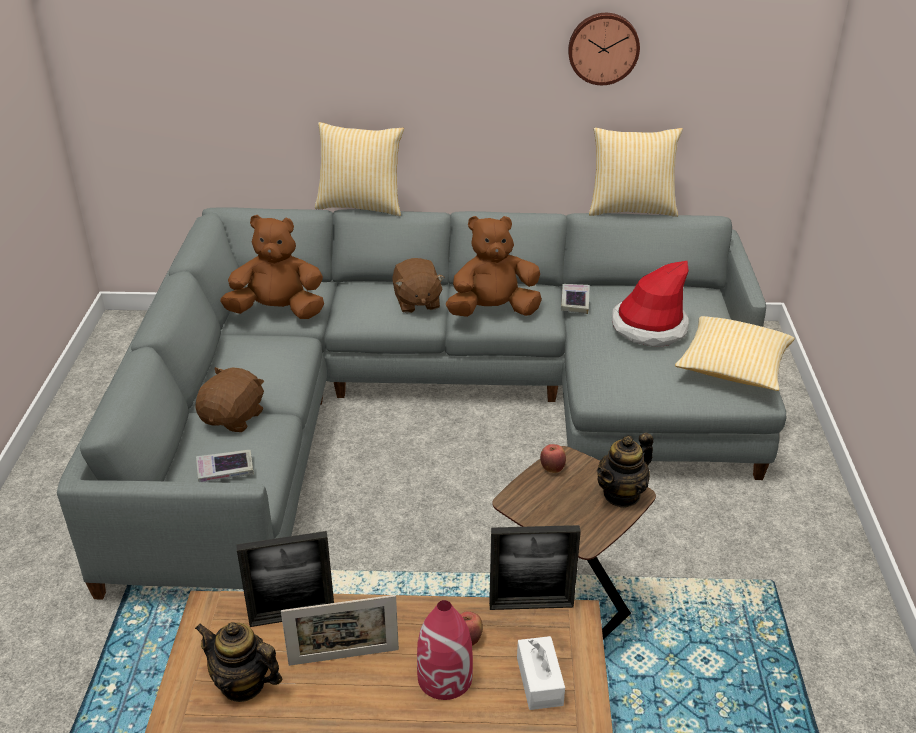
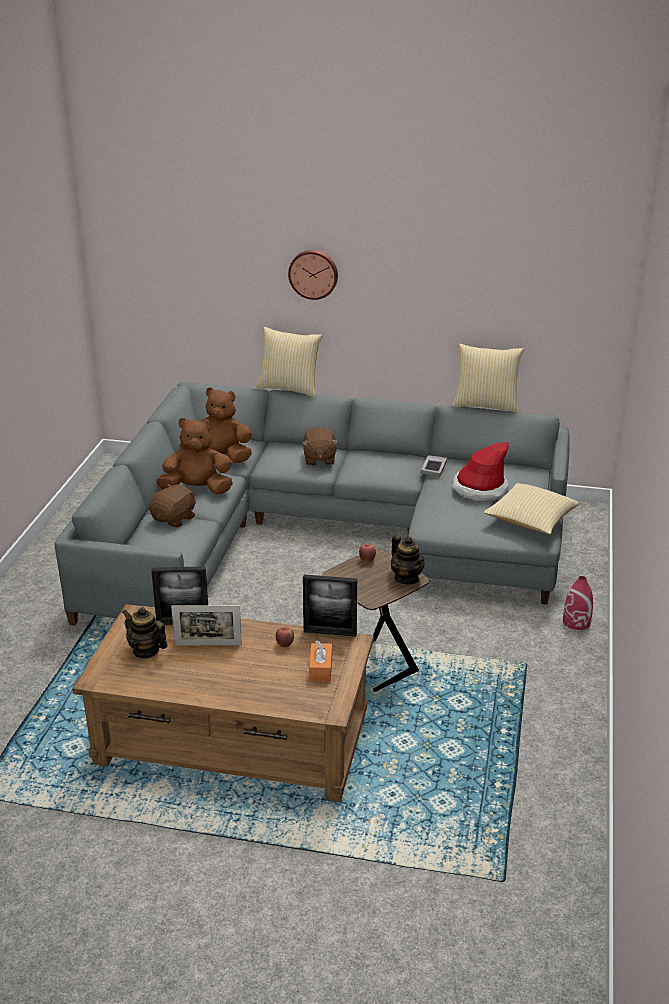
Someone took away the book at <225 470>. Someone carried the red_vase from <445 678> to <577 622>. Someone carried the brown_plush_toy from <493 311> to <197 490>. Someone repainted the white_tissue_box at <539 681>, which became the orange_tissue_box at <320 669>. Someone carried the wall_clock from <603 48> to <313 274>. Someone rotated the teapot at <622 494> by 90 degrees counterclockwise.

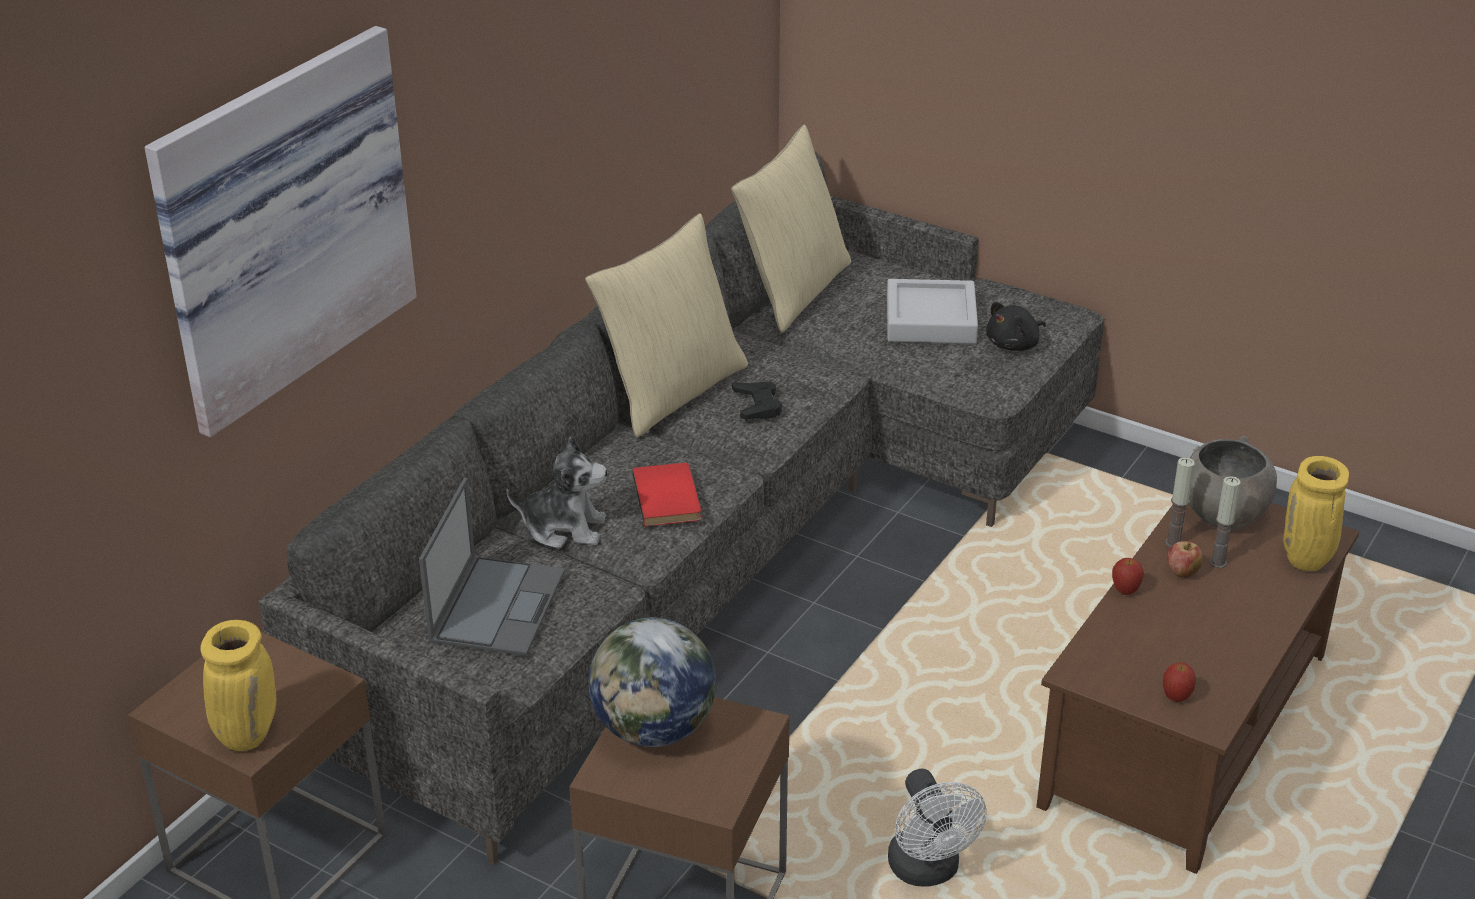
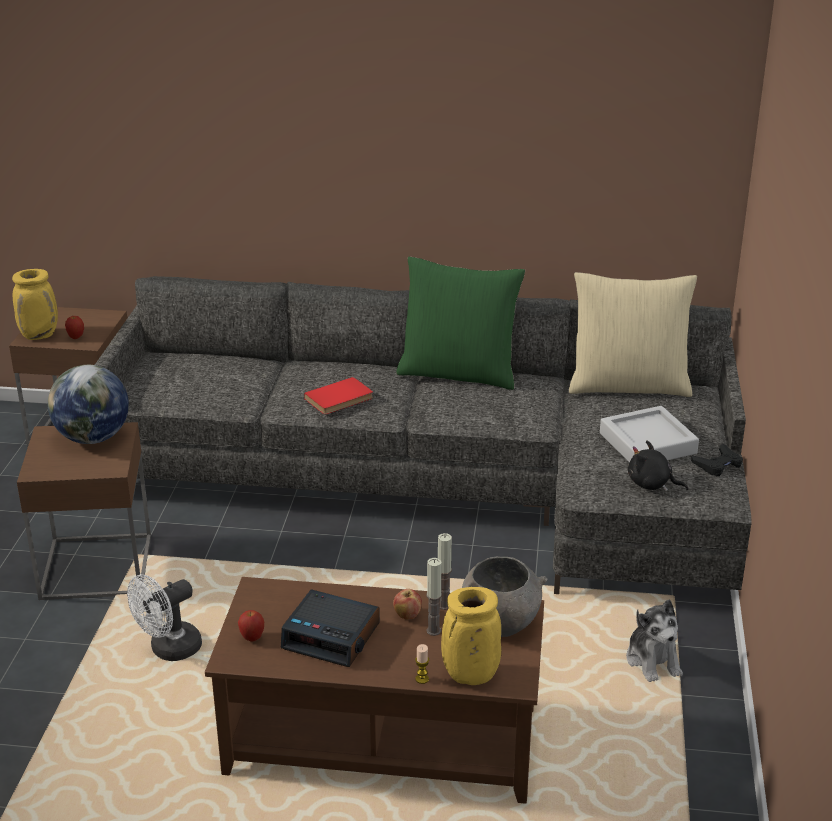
Someone took away the picture at <279 224>. Someone took away the laptop at <497 605>. Someone carried the plush_toy from <564 528> to <653 661>. Someone repainted the beige_pillow at <672 391>, which became the green_pillow at <459 373>. Someone carried the black_game_controller from <757 405> to <718 464>. Someone carried the apple from <1125 591> to <76 337>. Someone put down the alarm_clock at <332 636>. Someone put down the candle at <422 679>.

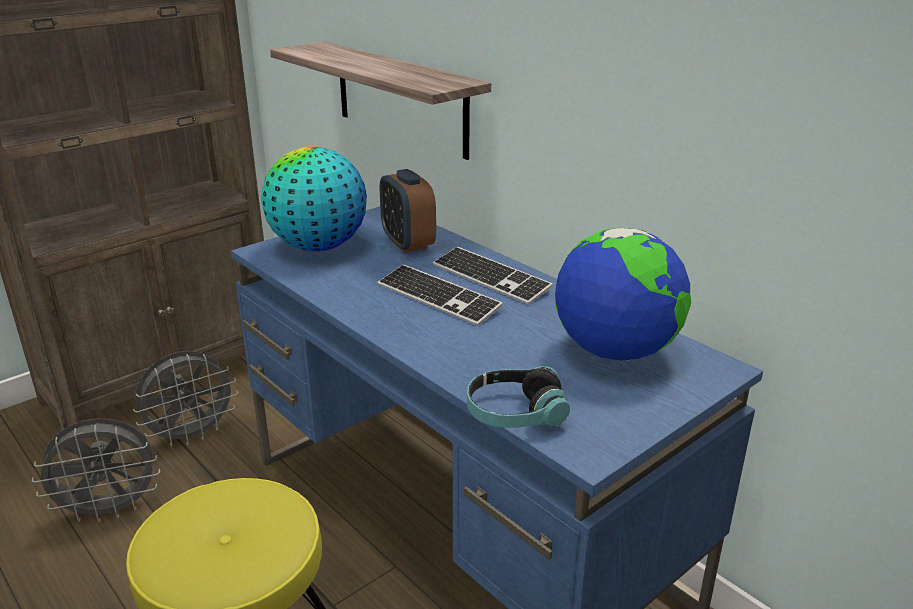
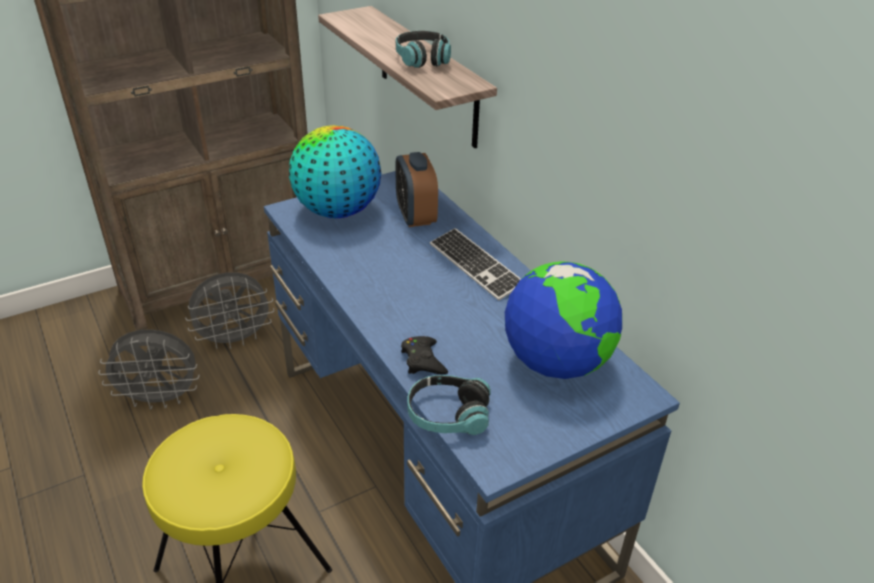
Someone took away the keyboard at <438 297>. Someone put down the headphones at <422 59>. Someone put down the black_game_controller at <423 360>.

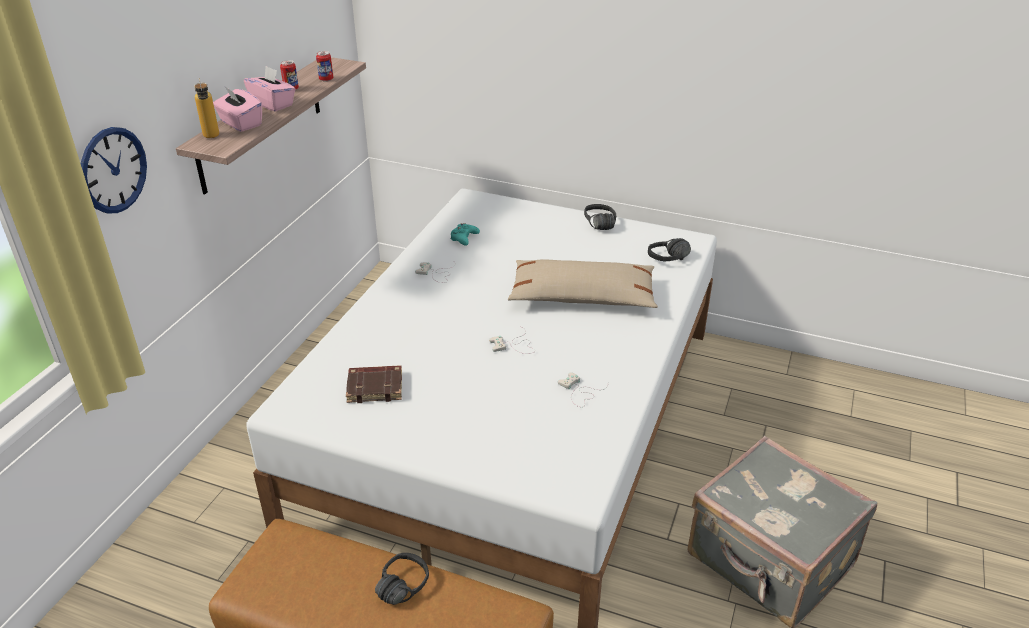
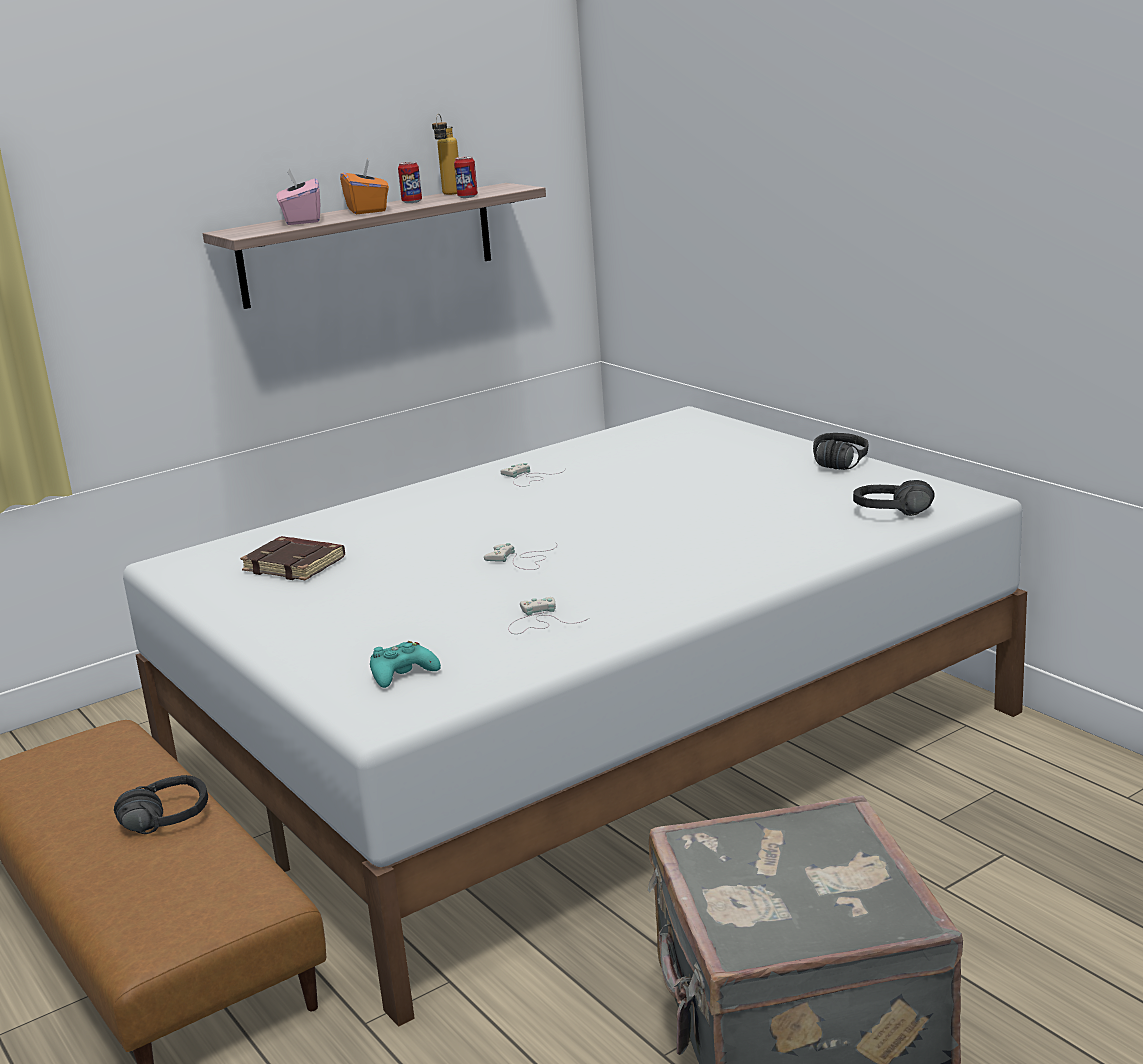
Someone took away the wall_clock at <113 170>. Someone carried the bottle from <212 138> to <449 194>. Someone repainted the pink_tissue_box at <273 104>, which became the orange_tissue_box at <367 210>. Someone carried the turquoise_game_controller from <464 238> to <402 674>. Someone took away the beige_pillow at <582 296>.

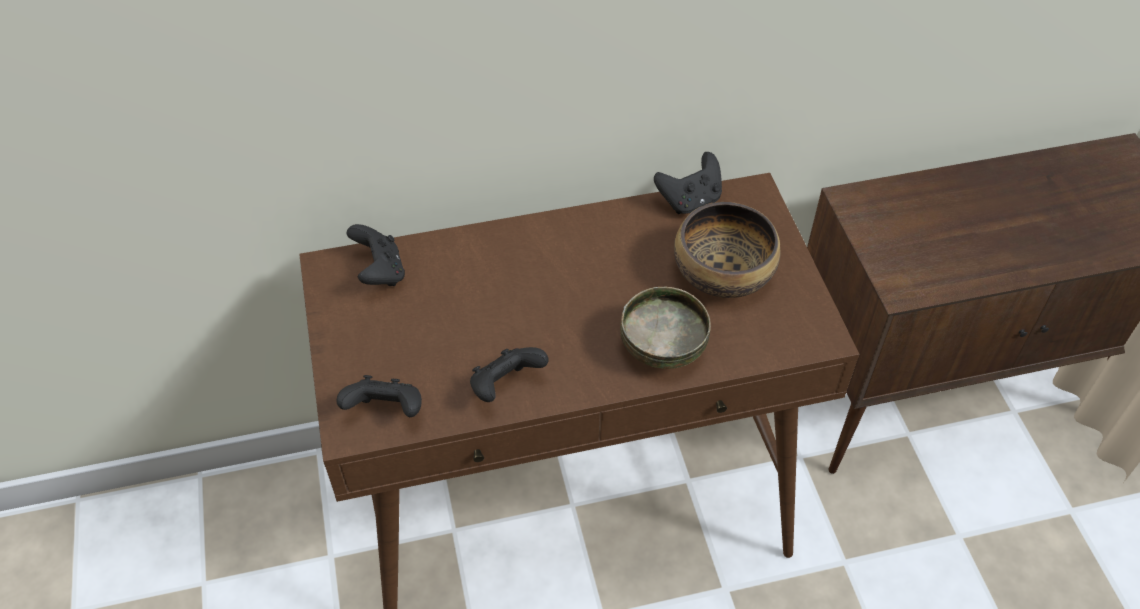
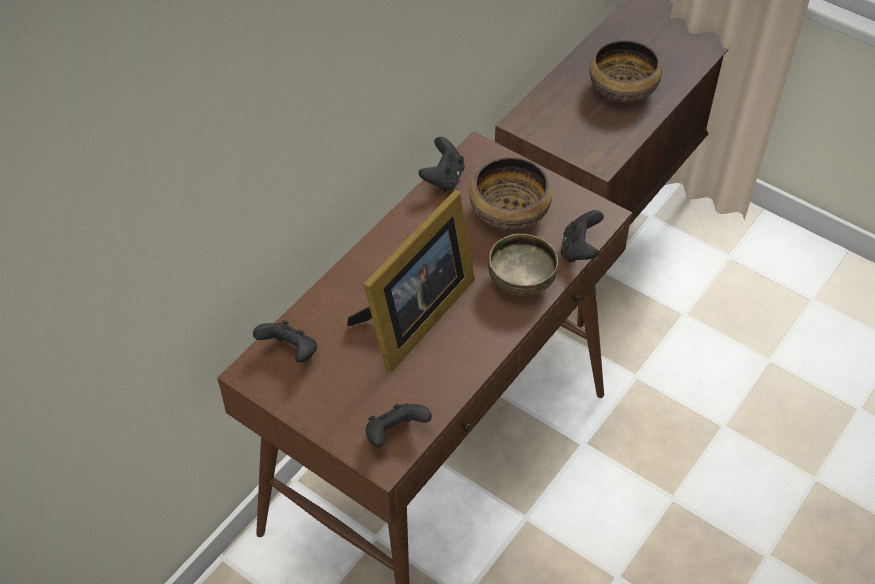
Someone carried the black_game_controller from <505 386> to <579 250>. Someone put down the picture_frame at <413 318>. Someone put down the bowl at <622 89>.

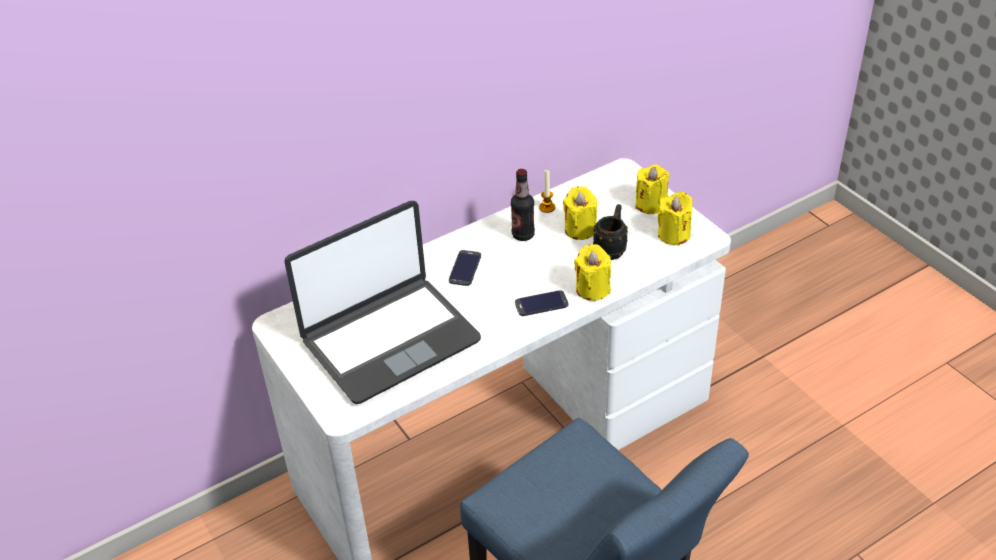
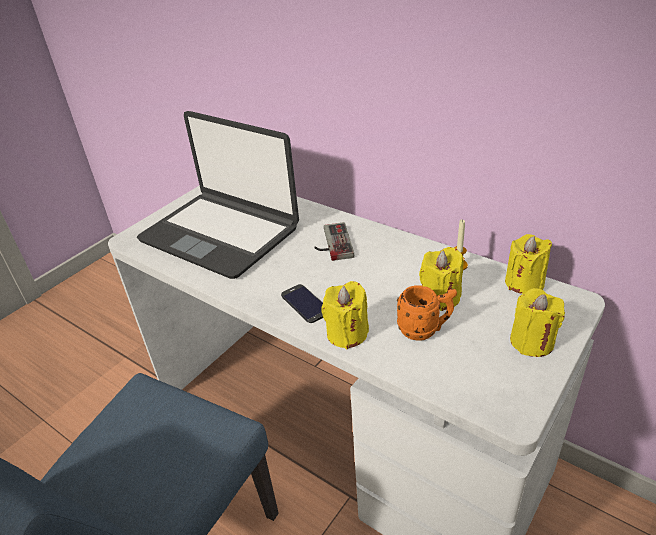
Someone swapped the phone at <465 268> for the game_controller at <331 244>. Someone took away the bottle at <523 235>. Someone repainted the black_mug at <611 248>, which became the orange_mug at <425 330>. Someone carried the yellow_candle from <673 235> to <524 283>.

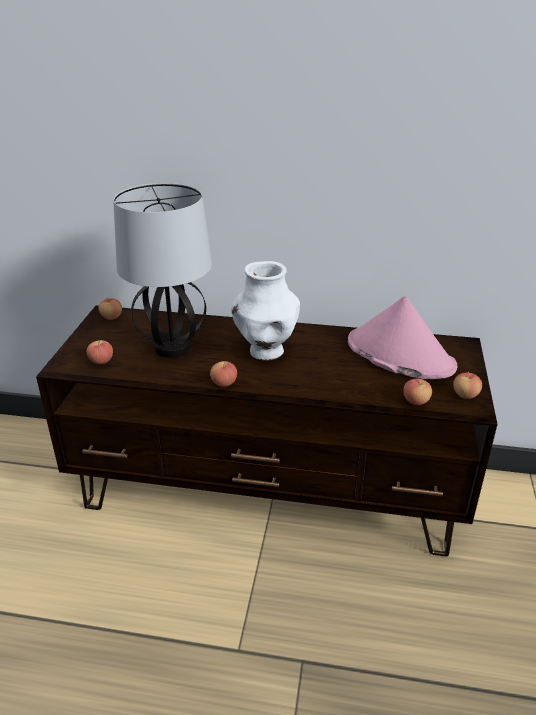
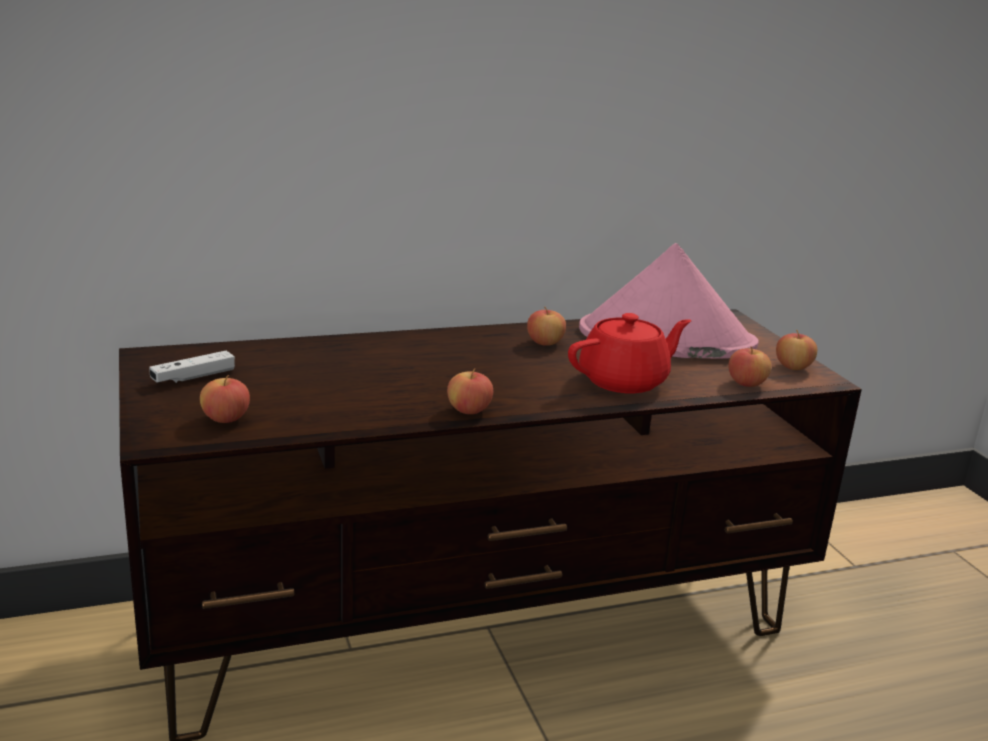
Someone carried the apple from <111 317> to <545 342>. Someone took away the table_lamp at <172 348>. Someone took away the white_vase at <266 352>. Someone put down the white_game_controller at <193 377>. Someone put down the red_teapot at <625 381>.

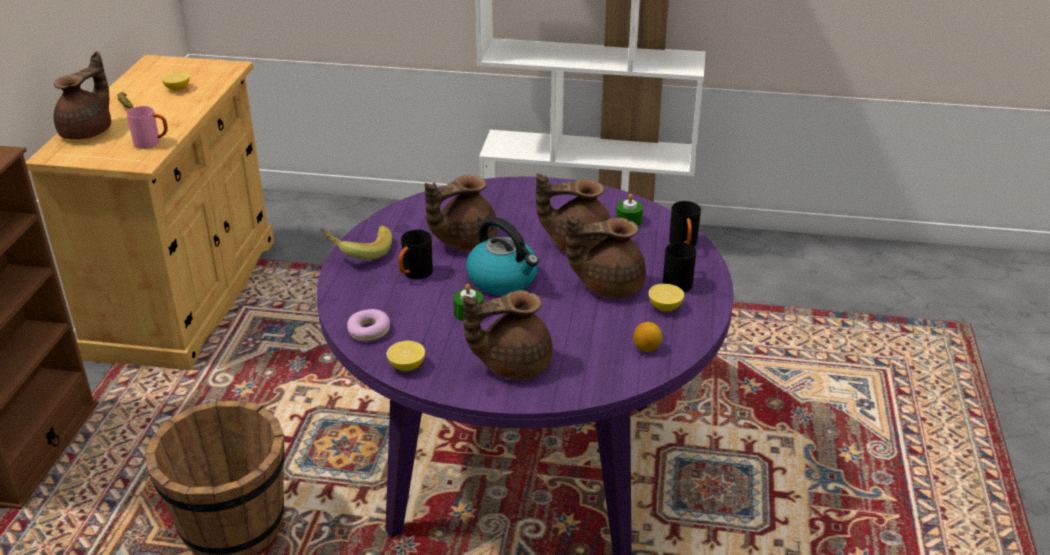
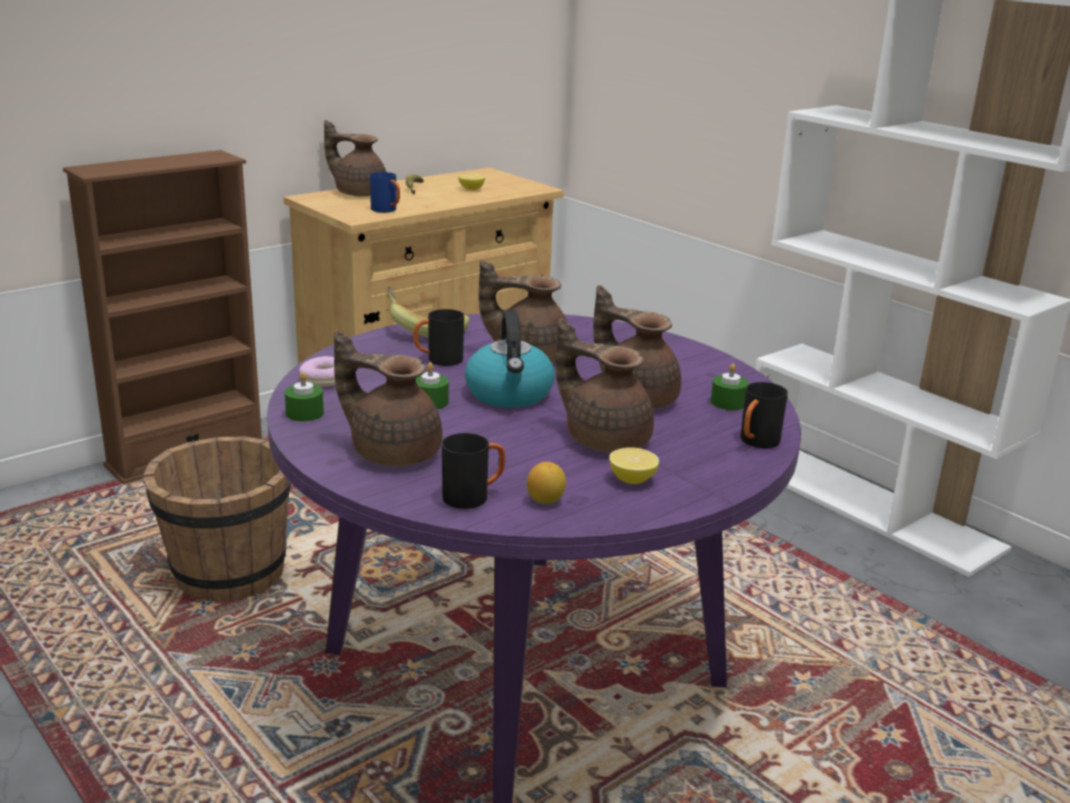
Someone rotated the brown_teapot at <89 131> by 135 degrees counterclockwise. Someone repainted the pink_mug at <152 143>, which became the blue_mug at <387 210>. Someone swapped the lemon at <406 366> for the green_candle at <304 413>. Someone carried the black_mug from <679 281> to <473 497>.

